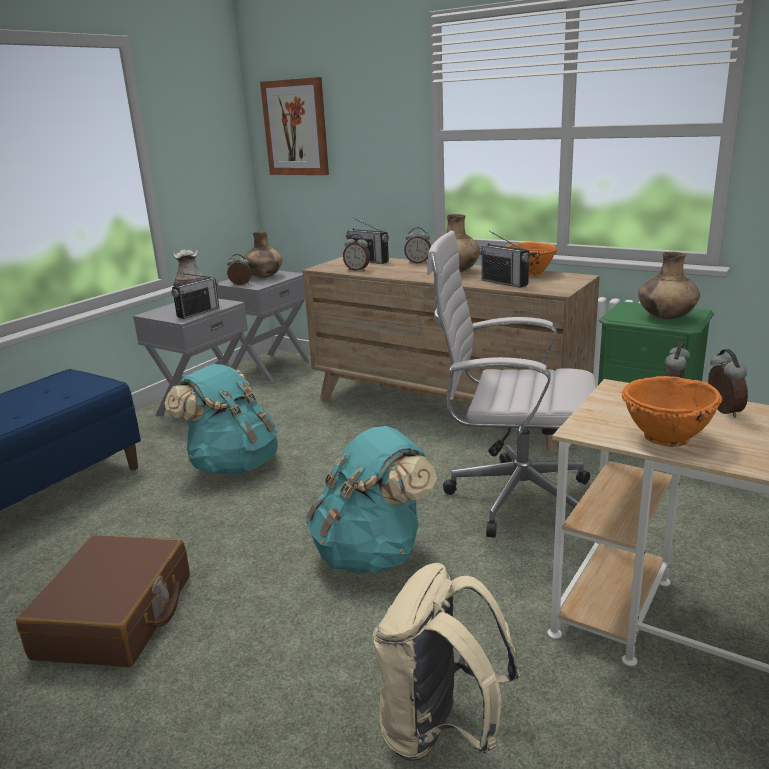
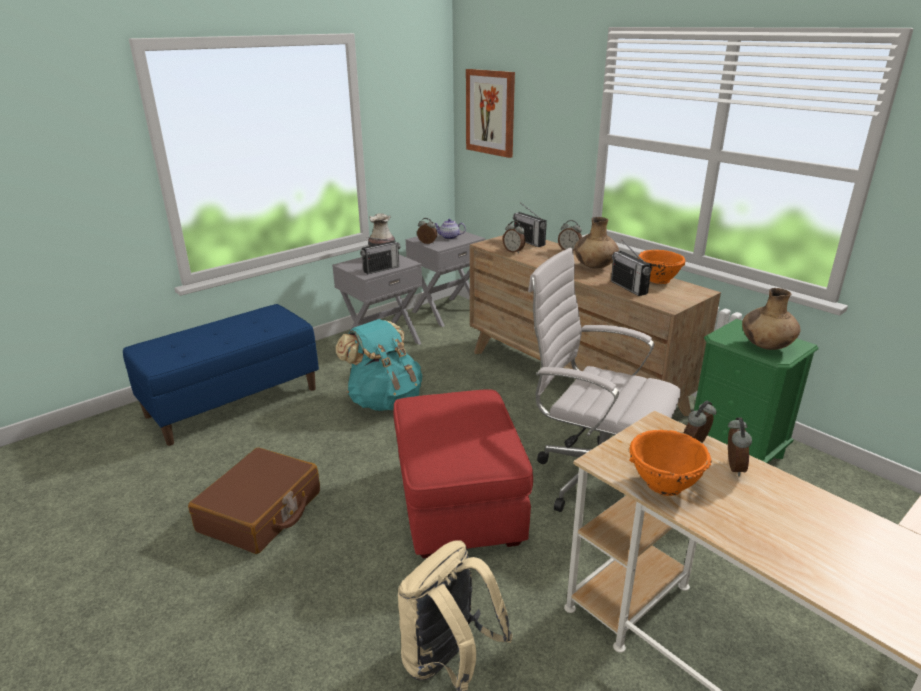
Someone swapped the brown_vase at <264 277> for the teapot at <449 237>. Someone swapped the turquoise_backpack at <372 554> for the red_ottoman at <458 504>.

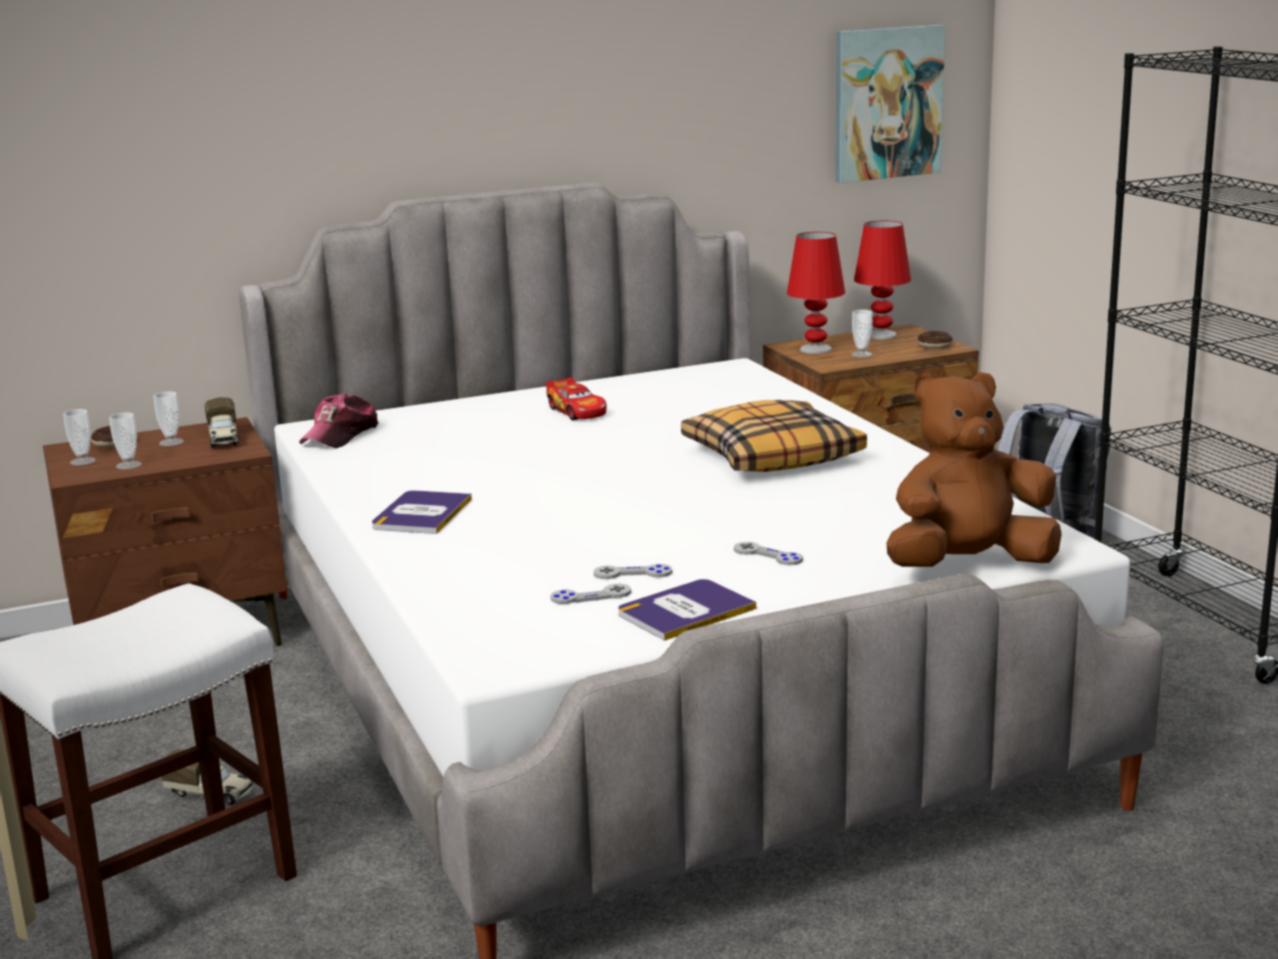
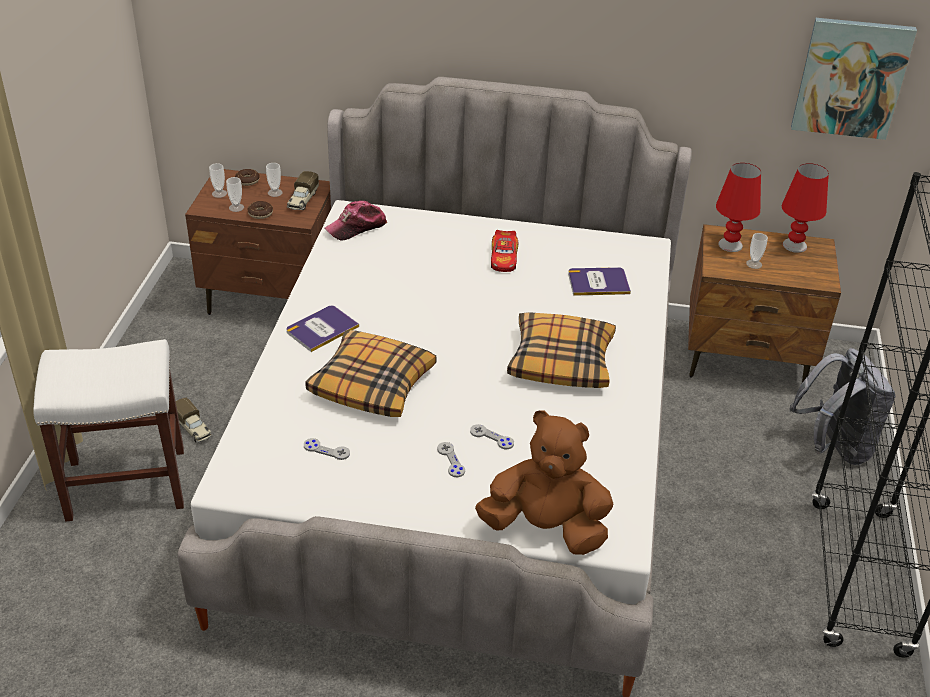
Someone carried the grey_game_controller from <633 574> to <491 438>. Someone carried the book from <685 611> to <598 282>. Someone carried the donut from <935 346> to <260 213>. Someone put down the pillow at <372 384>.

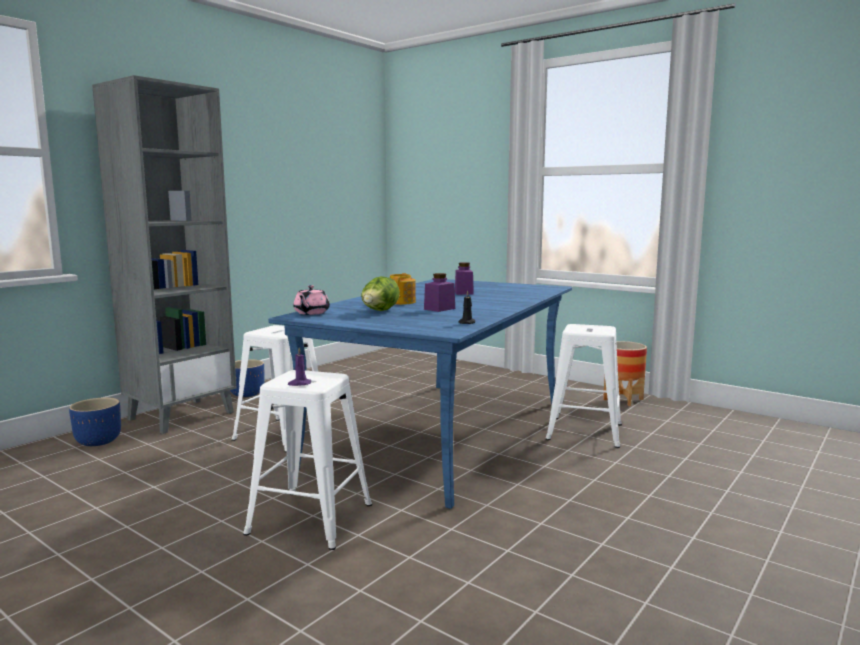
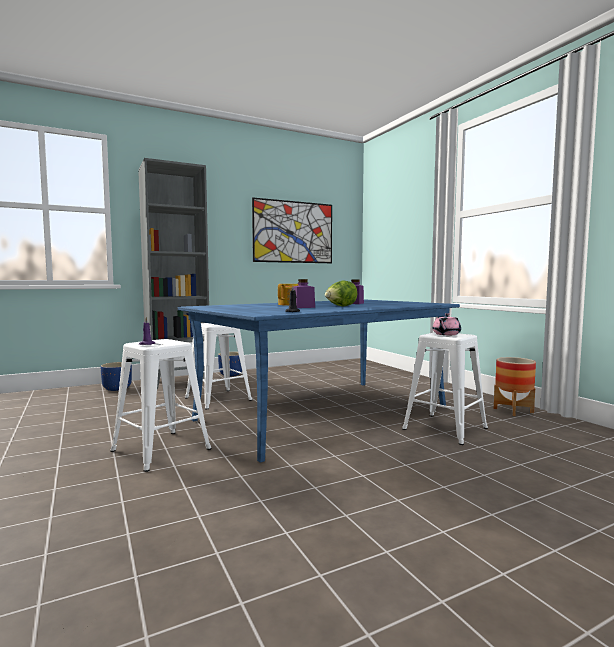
Someone carried the pink_teapot from <311 313> to <446 334>. Someone carried the lettuce from <379 311> to <340 306>. Someone put up the picture at <293 232>.

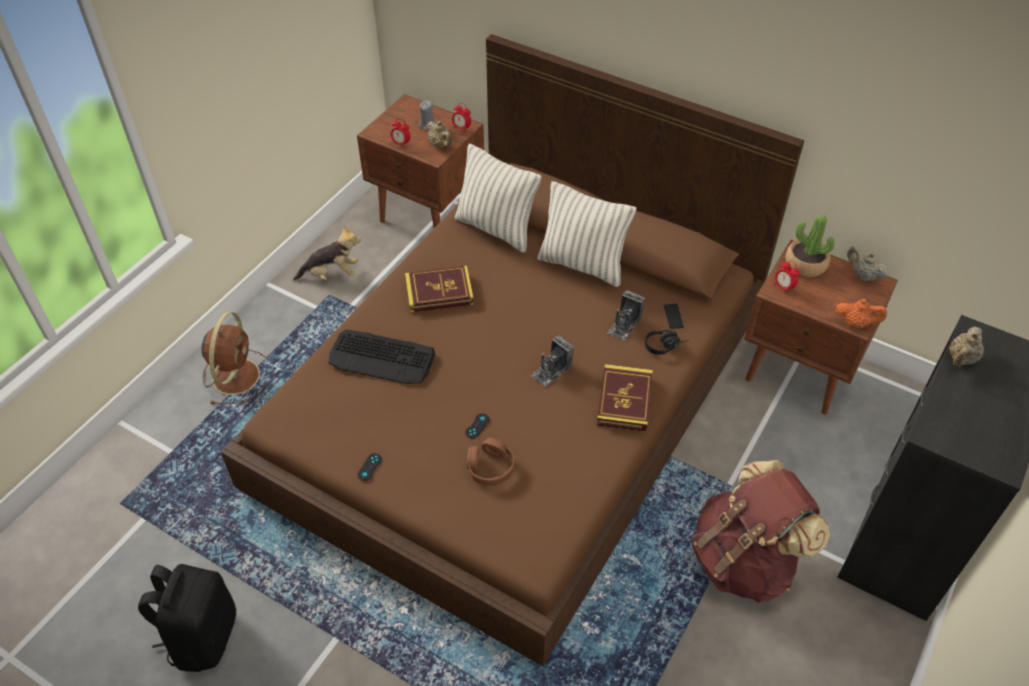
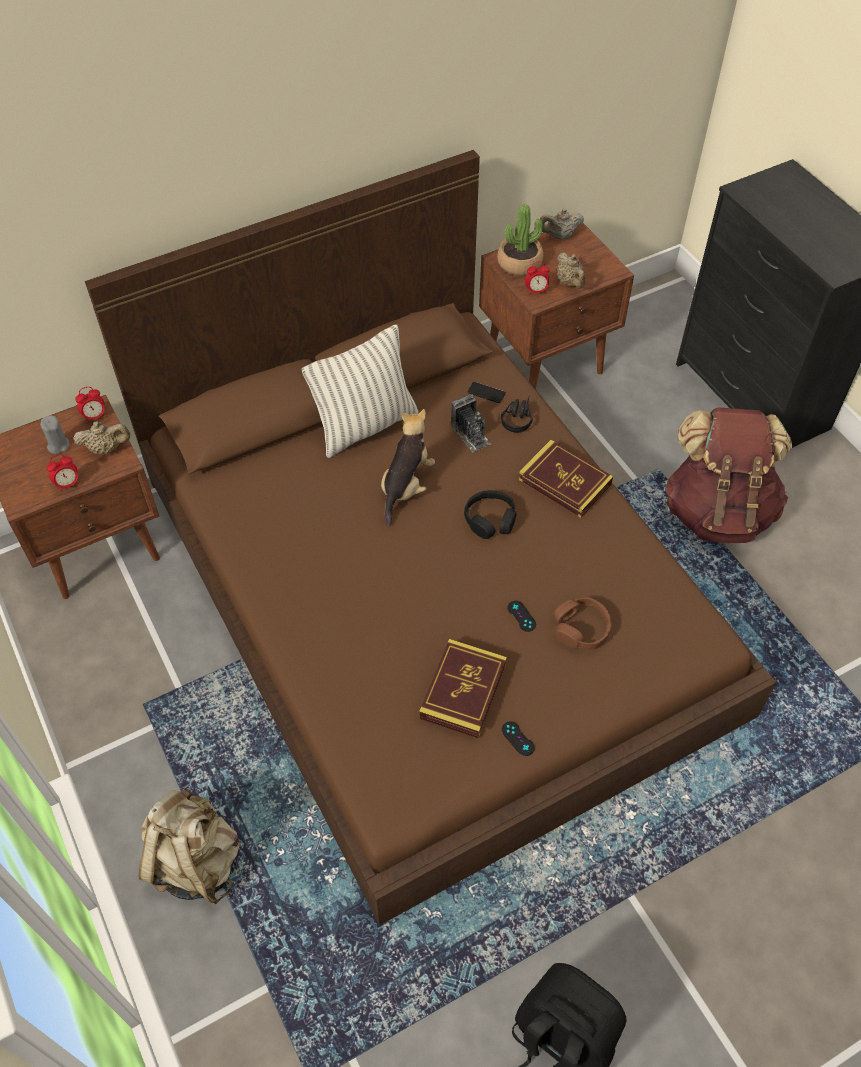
Someone swapped the brown_fan at <237 375> for the beige_backpack at <196 861>. Someone carried the plush_toy from <331 274> to <406 486>. Someone took away the keyboard at <382 358>. Someone carried the book from <439 292> to <463 691>. Someone took away the pillow at <496 229>. Someone swapped the photo_camera at <551 370> for the black_headphones at <490 519>. Someone took away the orange_teapot at <856 323>. Someone carried the beige_teapot from <961 359> to <570 283>.

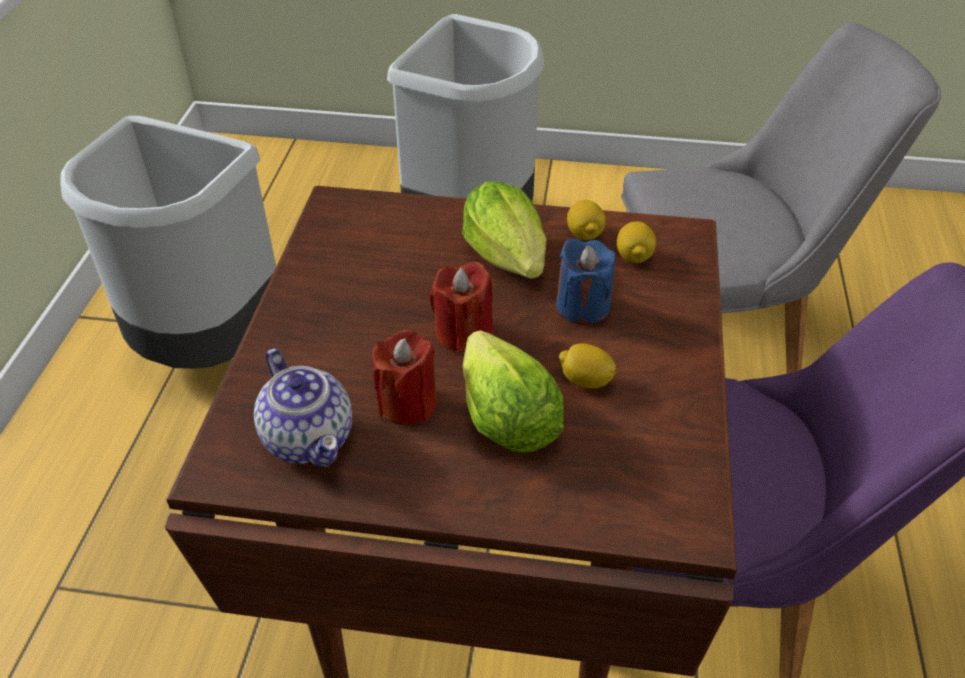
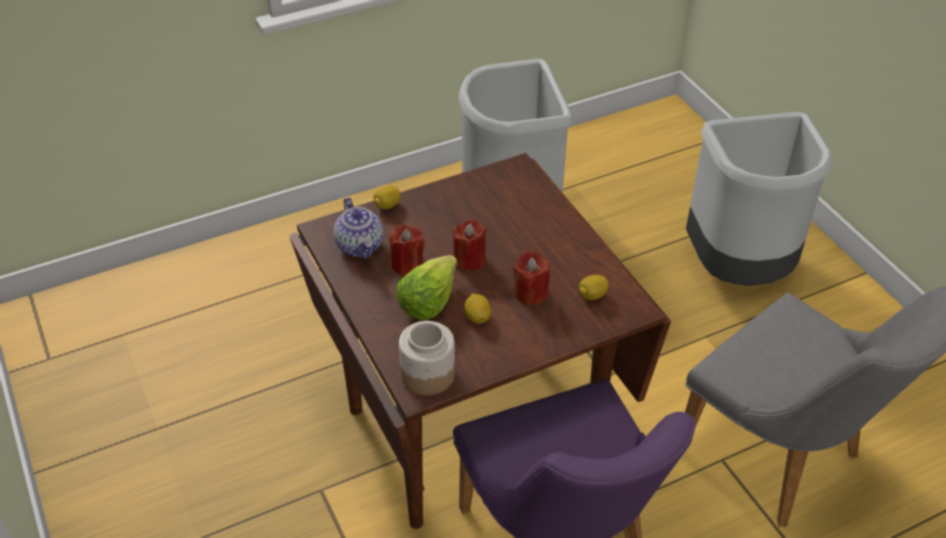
Someone rotated the teapot at <310 438> by 45 degrees counterclockwise. Someone took away the lettuce at <508 256>. Someone repainted the blue_candle at <582 306>, which became the red_candle at <530 293>. Someone carried the lemon from <584 234> to <387 205>. Someone put down the jar at <427 374>.

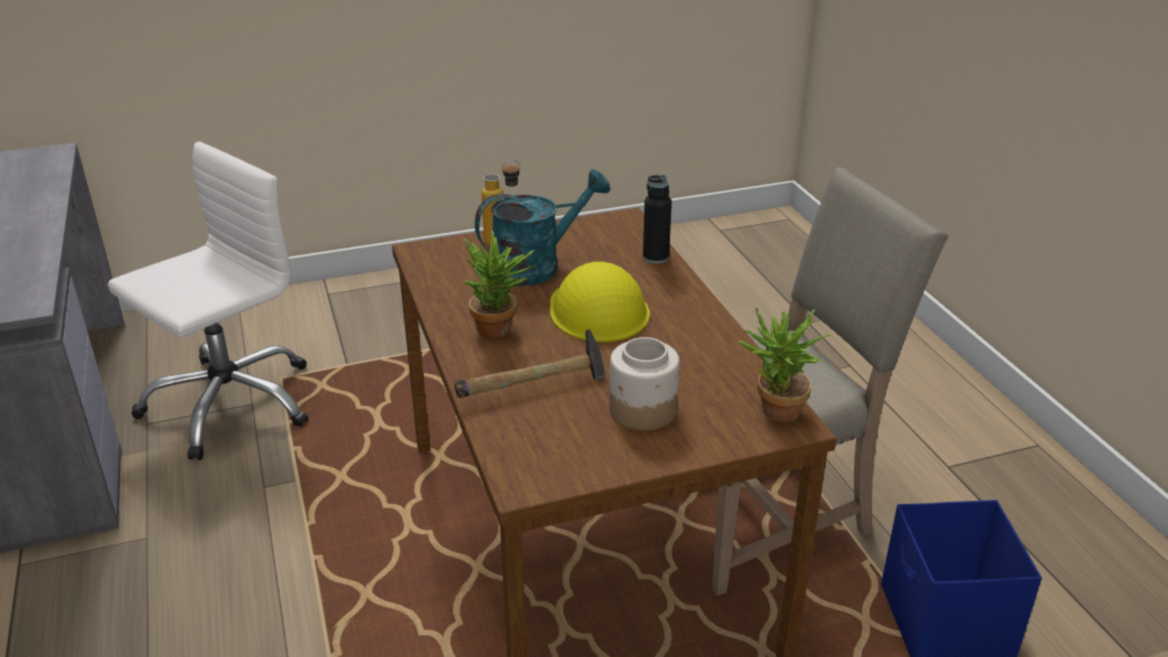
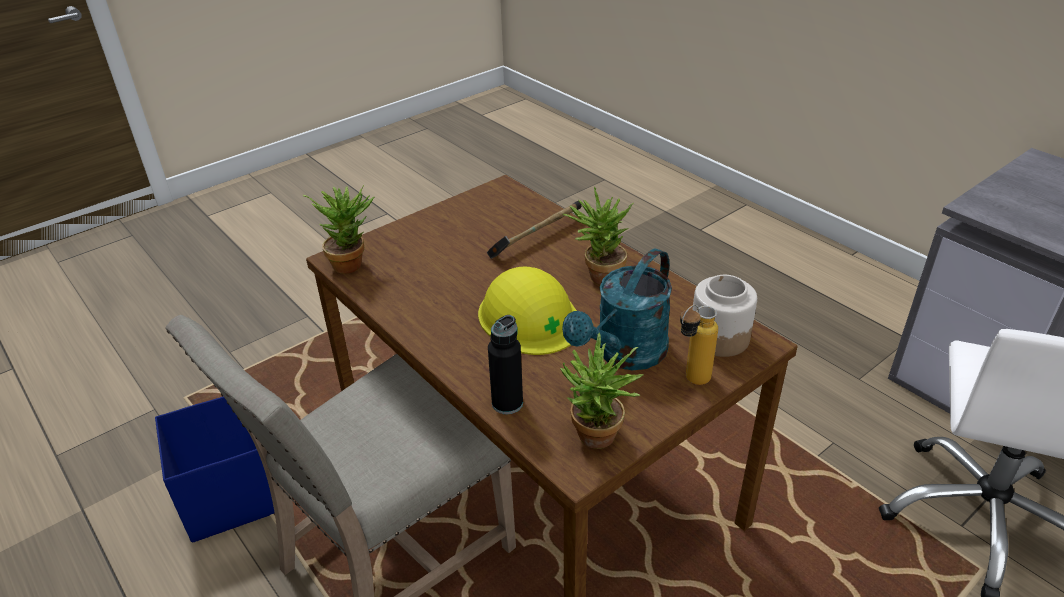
Someone carried the jar from <643 411> to <719 337>. Someone put down the potted_plant at <596 441>.

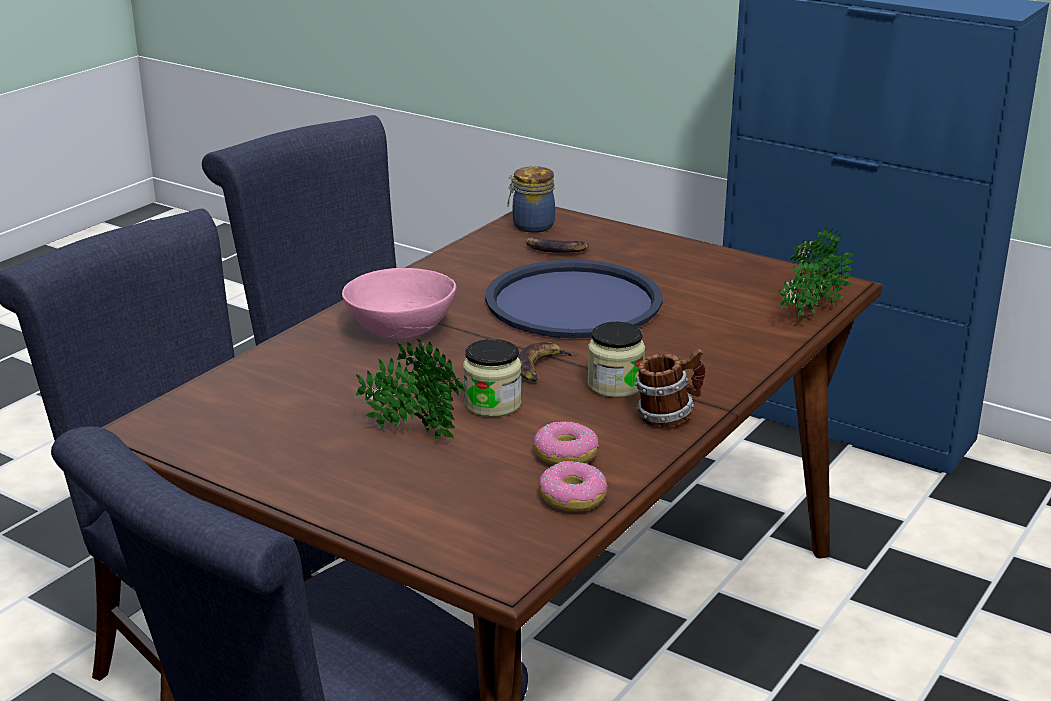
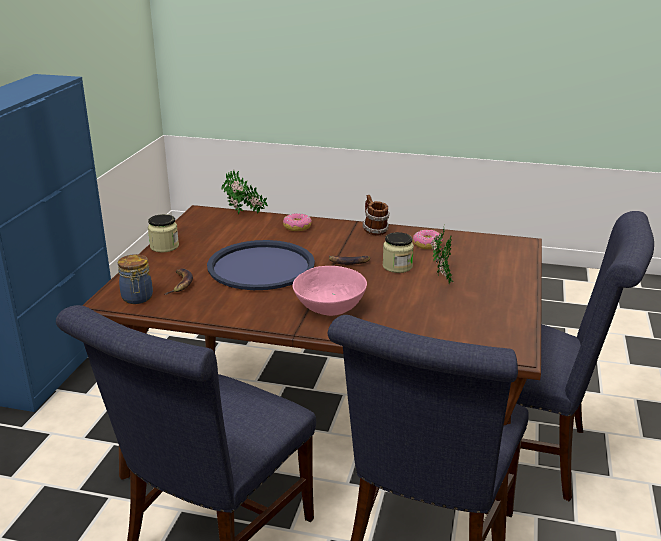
Someone carried the donut from <572 497> to <297 227>. Someone carried the jar from <615 385> to <164 246>.

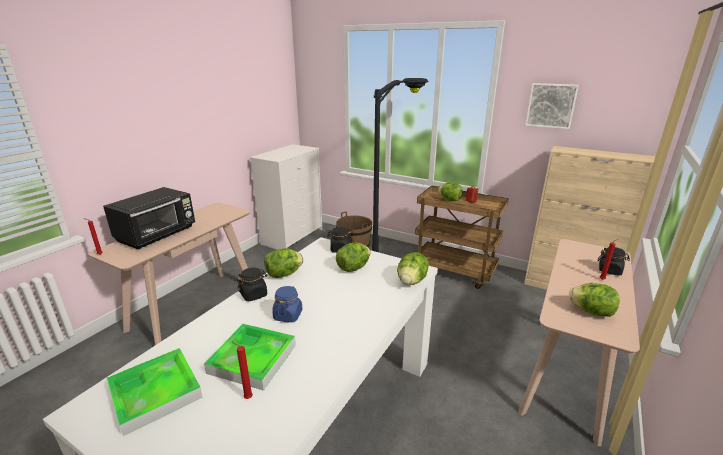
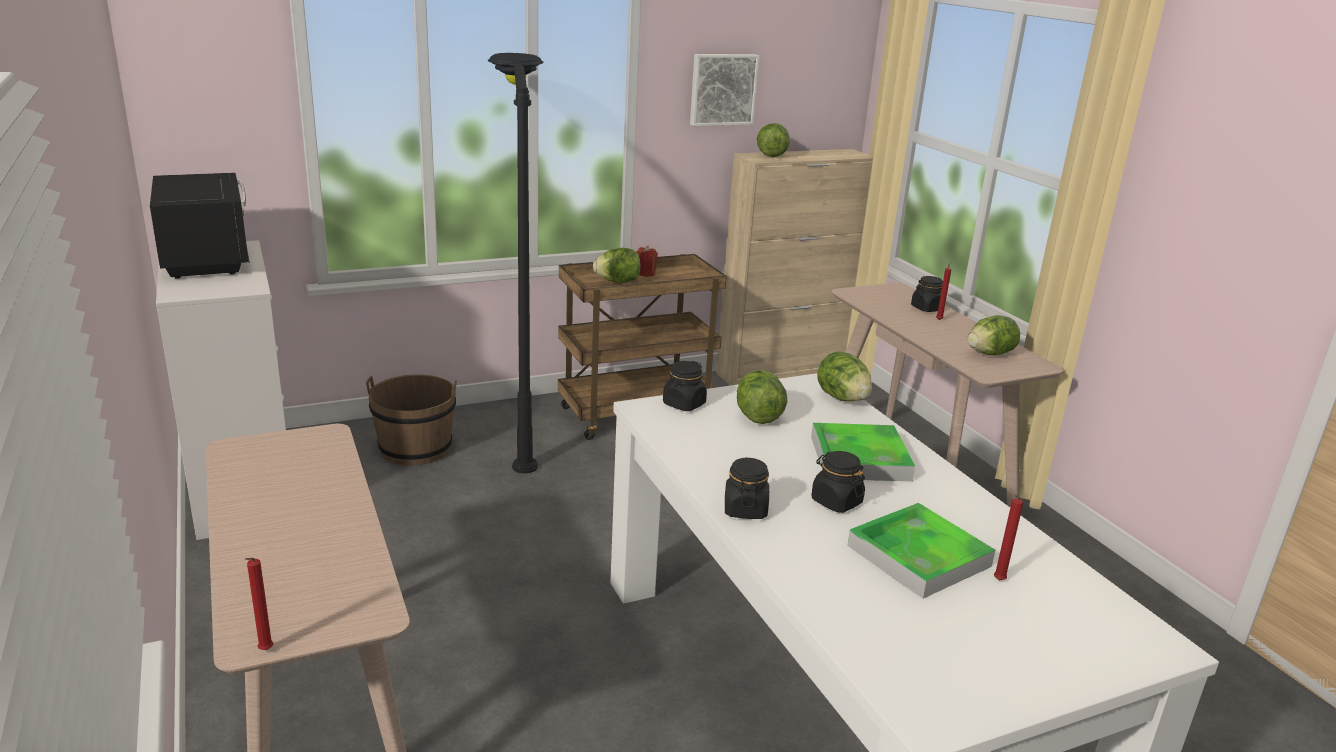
Someone carried the black_microwave from <158 235> to <207 259>. Someone carried the tray from <155 392> to <859 458>. Someone carried the lettuce from <284 274> to <771 155>. Someone repainted the blue_jar at <288 315>, which became the black_jar at <836 501>.

